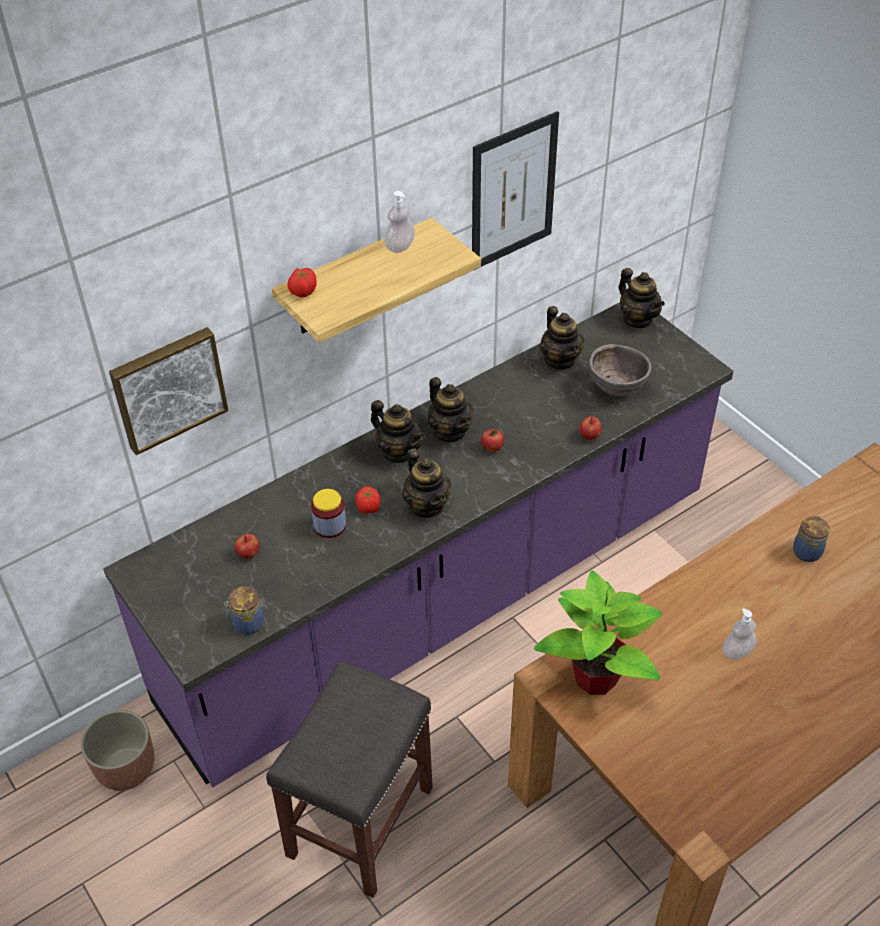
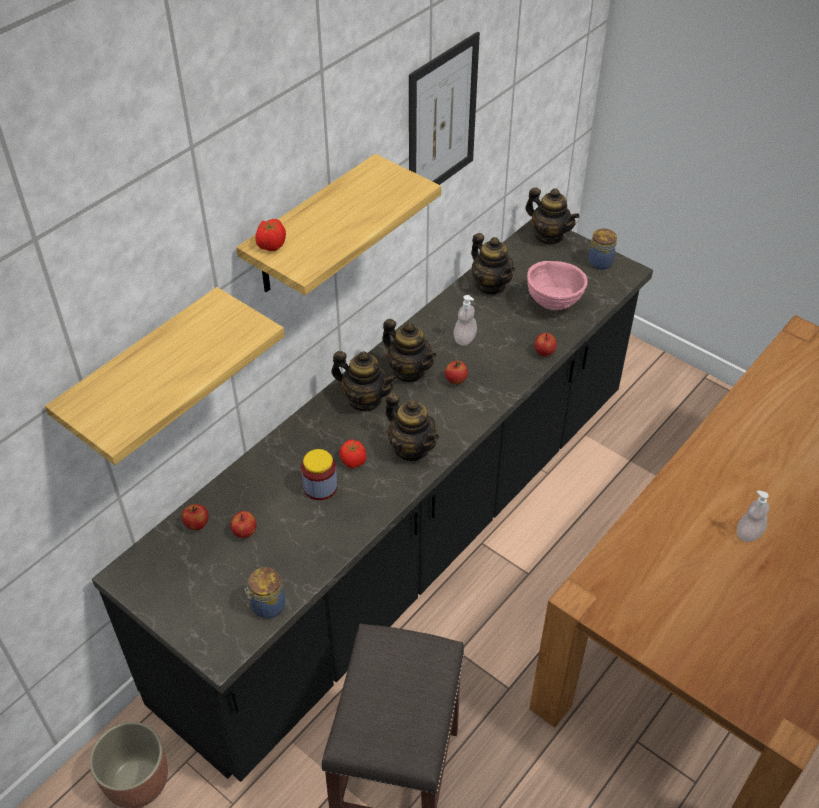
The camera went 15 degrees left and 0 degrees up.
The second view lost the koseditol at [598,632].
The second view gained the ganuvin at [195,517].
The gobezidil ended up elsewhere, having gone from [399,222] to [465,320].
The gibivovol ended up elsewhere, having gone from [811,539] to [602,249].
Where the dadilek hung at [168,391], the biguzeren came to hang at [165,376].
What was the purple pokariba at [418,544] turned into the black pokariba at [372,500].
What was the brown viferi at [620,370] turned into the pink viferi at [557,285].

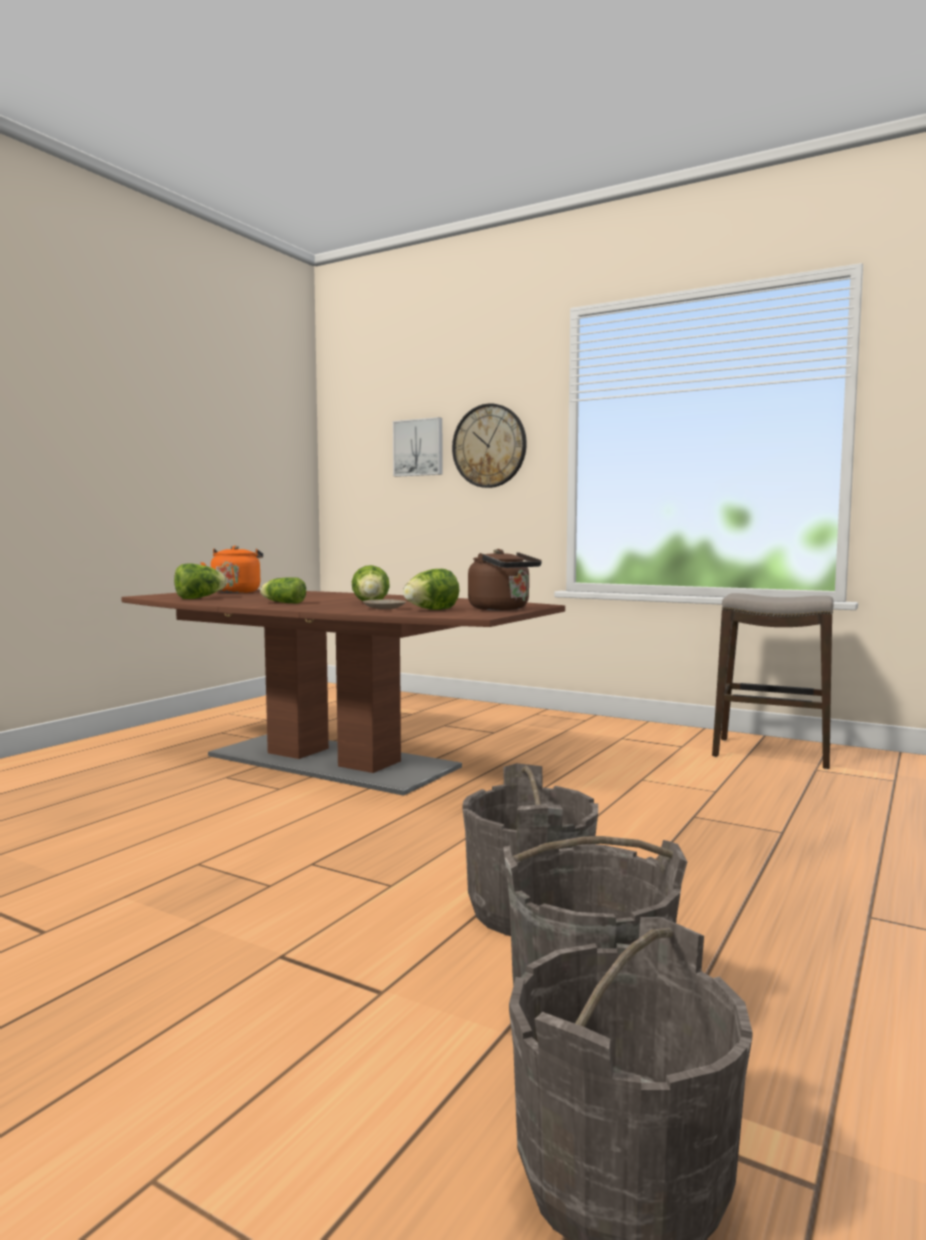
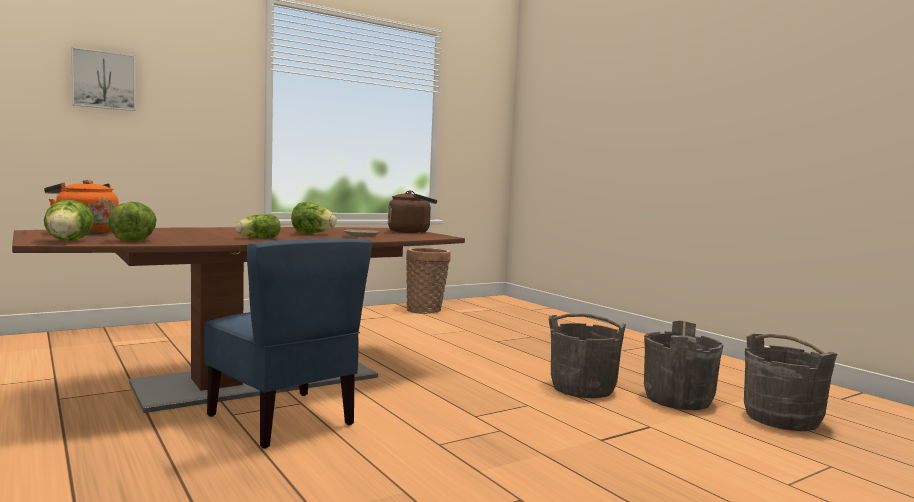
The camera went 65 degrees left and 0 degrees up.
The second view lost the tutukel at [489,445].
The second view gained the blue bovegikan at [288,343].
The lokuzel ended up elsewhere, having gone from [431,589] to [69,220].
Where the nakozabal stood at [773,681], the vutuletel came to stand at [428,281].

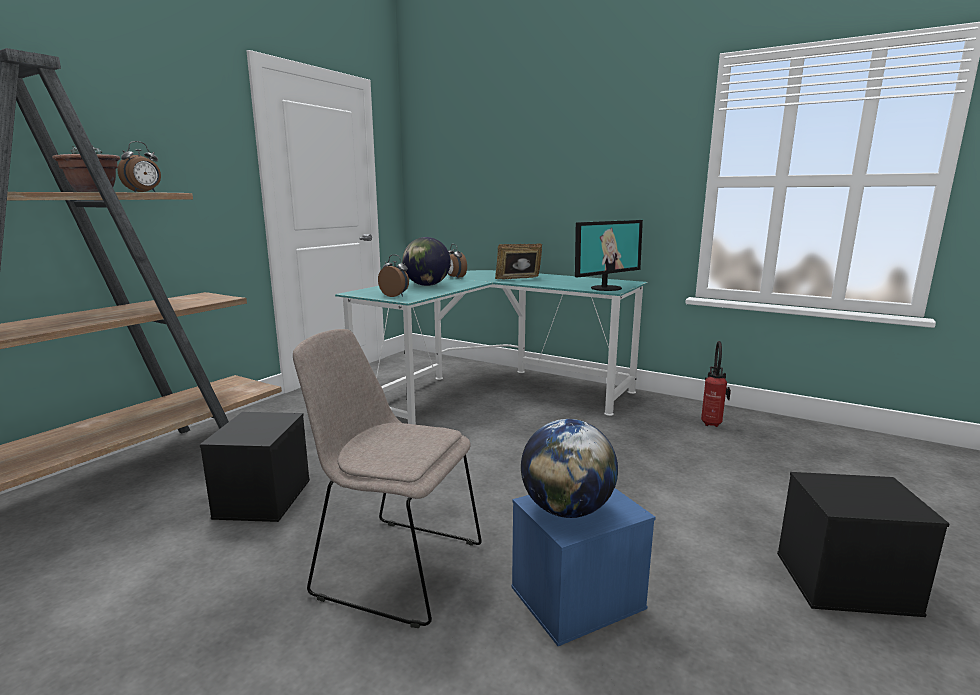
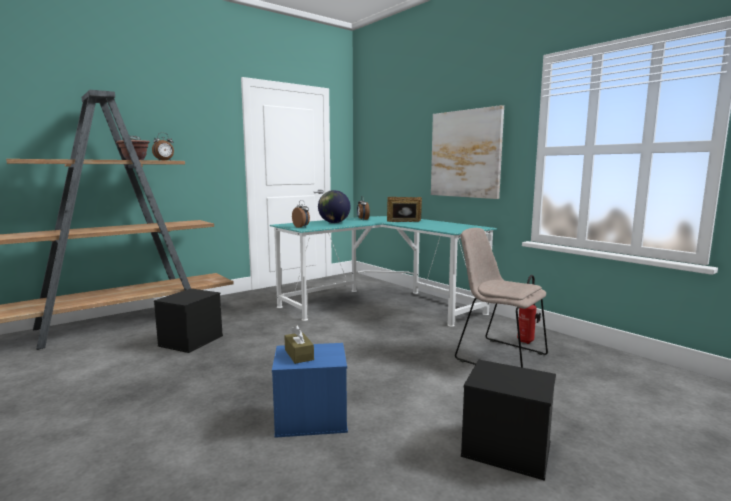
The camera went 20 degrees right and 5 degrees down.
The second view lost the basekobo at [609,255].
The second view gained the dadilek at [467,152].
The beige bovegikan ended up elsewhere, having gone from [387,478] to [501,298].
Where the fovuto stood at [569,468], the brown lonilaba came to stand at [299,344].

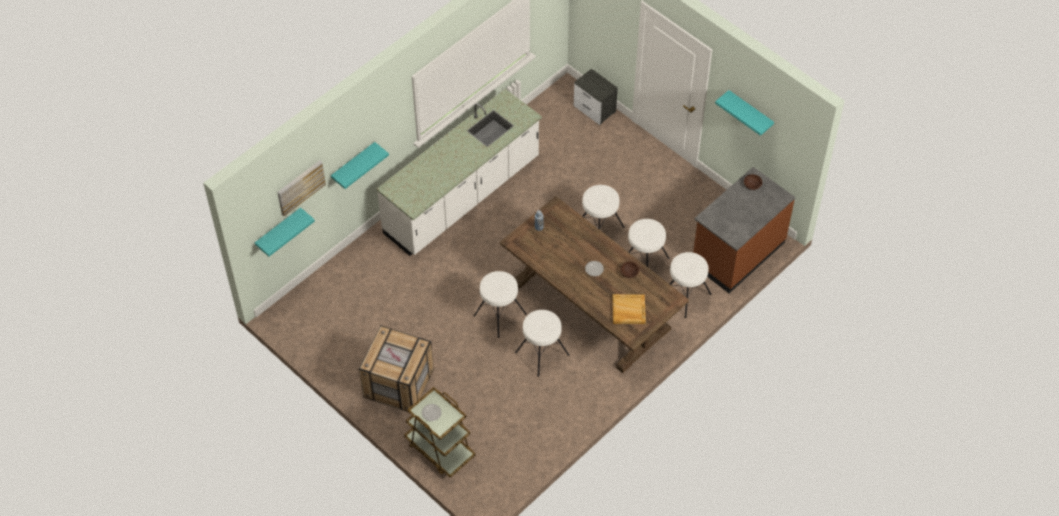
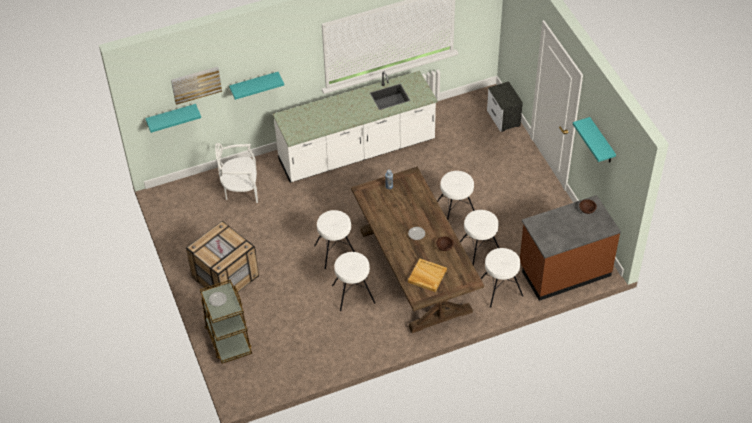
The camera went 25 degrees right and 5 degrees down.
The second view gained the white bovegikan at [236,173].

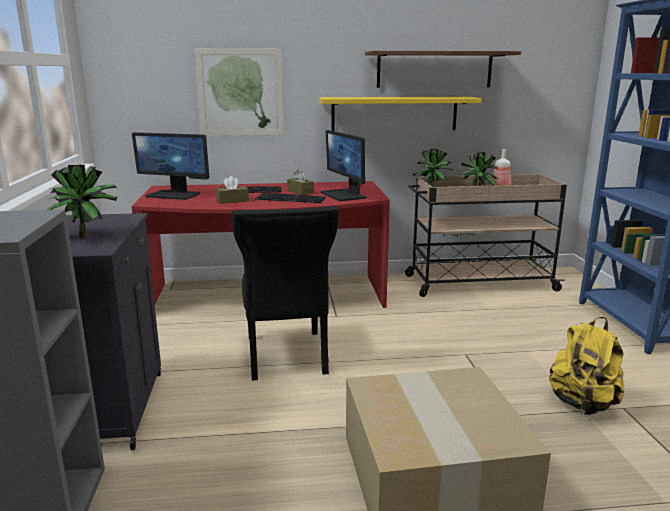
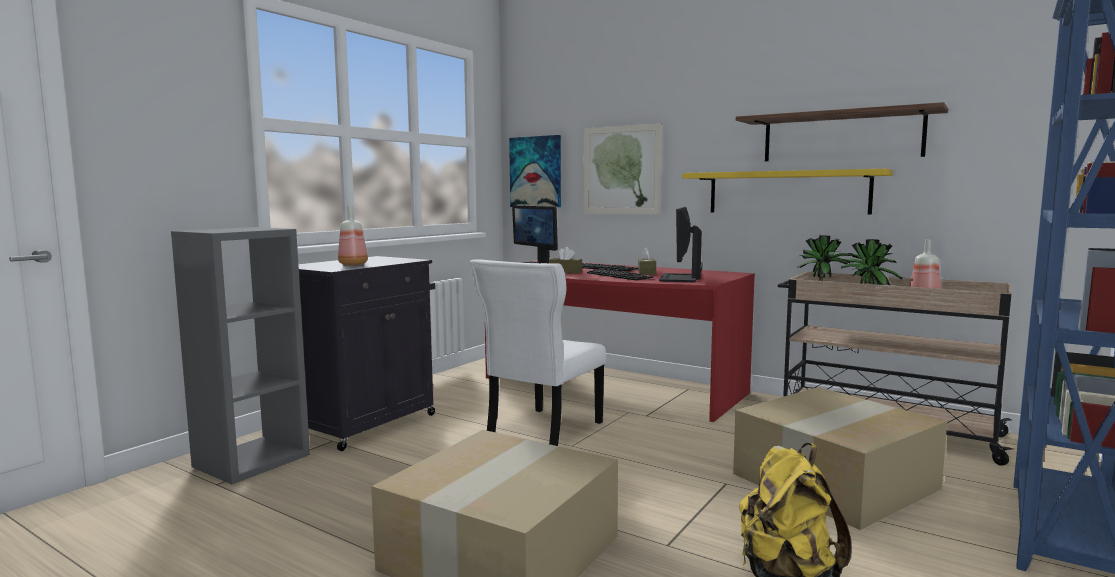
The camera went 40 degrees right and 10 degrees down.
The second view gained the dadilek at [535,171].
The second view gained the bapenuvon at [840,458].
Where the koseditol stood at [82,201], the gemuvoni came to stand at [353,235].
What was the black bovegikan at [285,293] turned into the white bovegikan at [538,353].

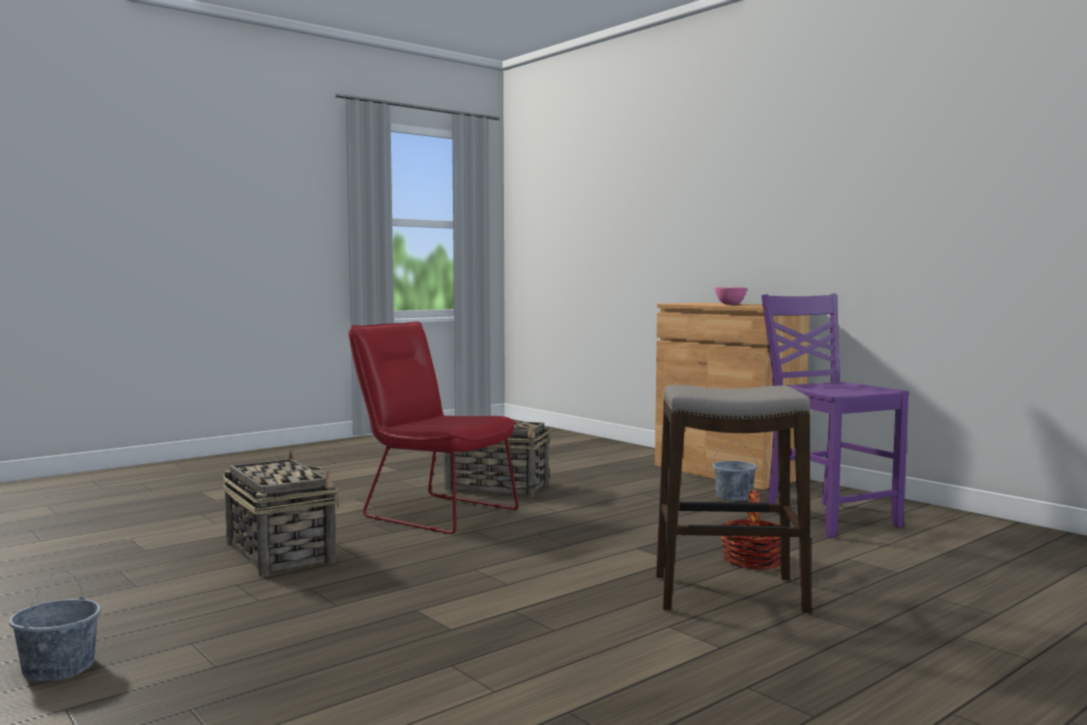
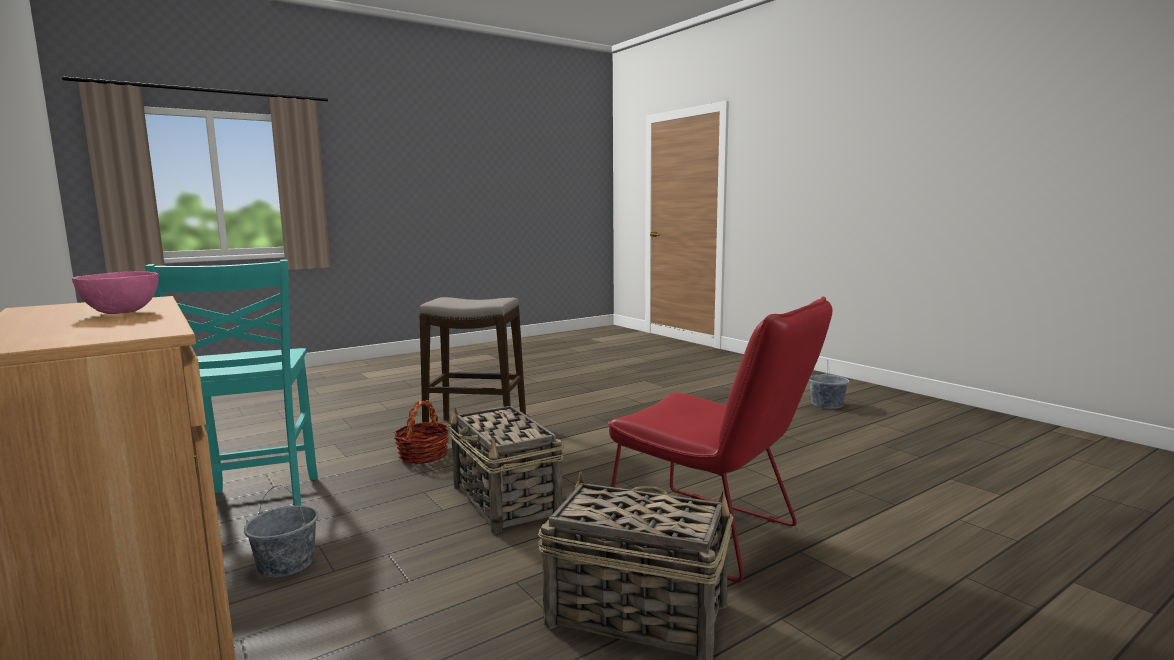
The camera went 175 degrees left and 5 degrees up.
The vutuletel ended up elsewhere, having gone from [281,513] to [505,470].
What was the purple bovegikan at [835,416] turned into the turquoise bovegikan at [231,383].

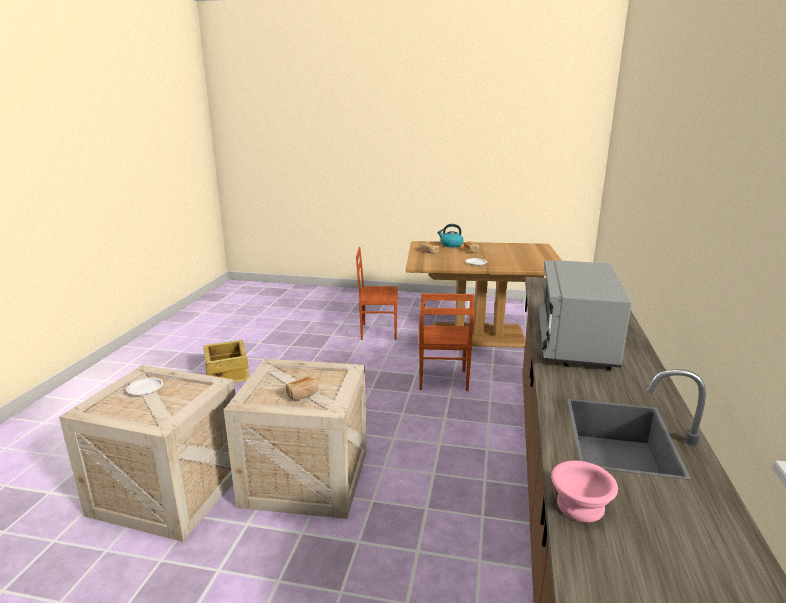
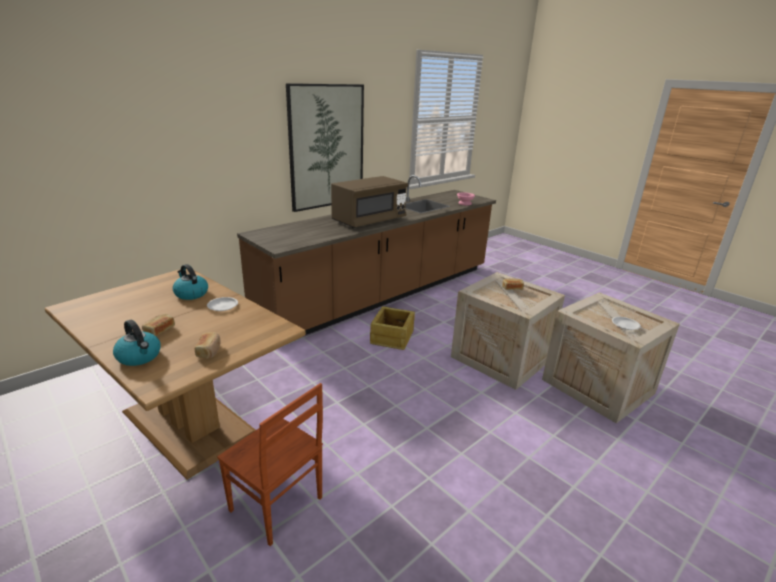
The camera went 145 degrees left and 5 degrees up.
The second view lost the brown bovegikan at [446,342].
The second view gained the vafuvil at [190,282].
The second view gained the dadilek at [325,147].
The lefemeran ended up elsewhere, having gone from [226,361] to [392,328].
What was the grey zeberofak at [585,315] turned into the brown zeberofak at [369,202].

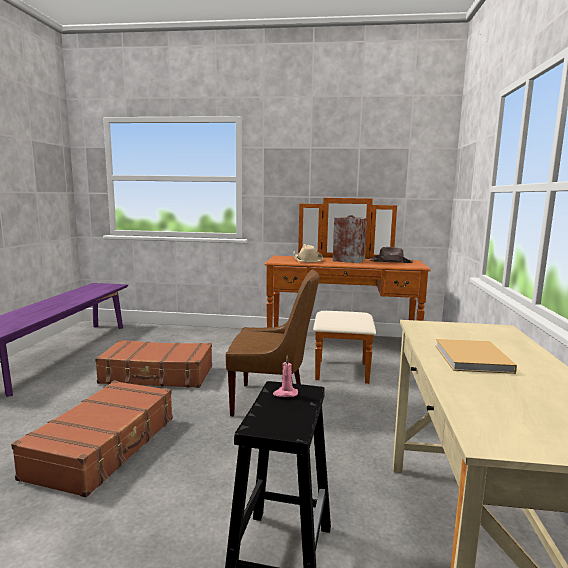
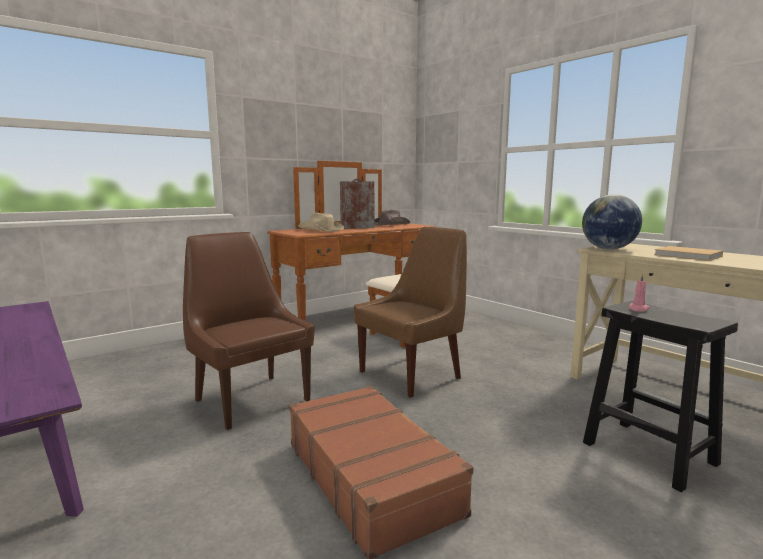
The camera went 45 degrees left and 0 degrees up.
The second view gained the fovuto at [612,222].
Where the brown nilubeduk stood at [153,364], the brown bovegikan came to stand at [248,331].

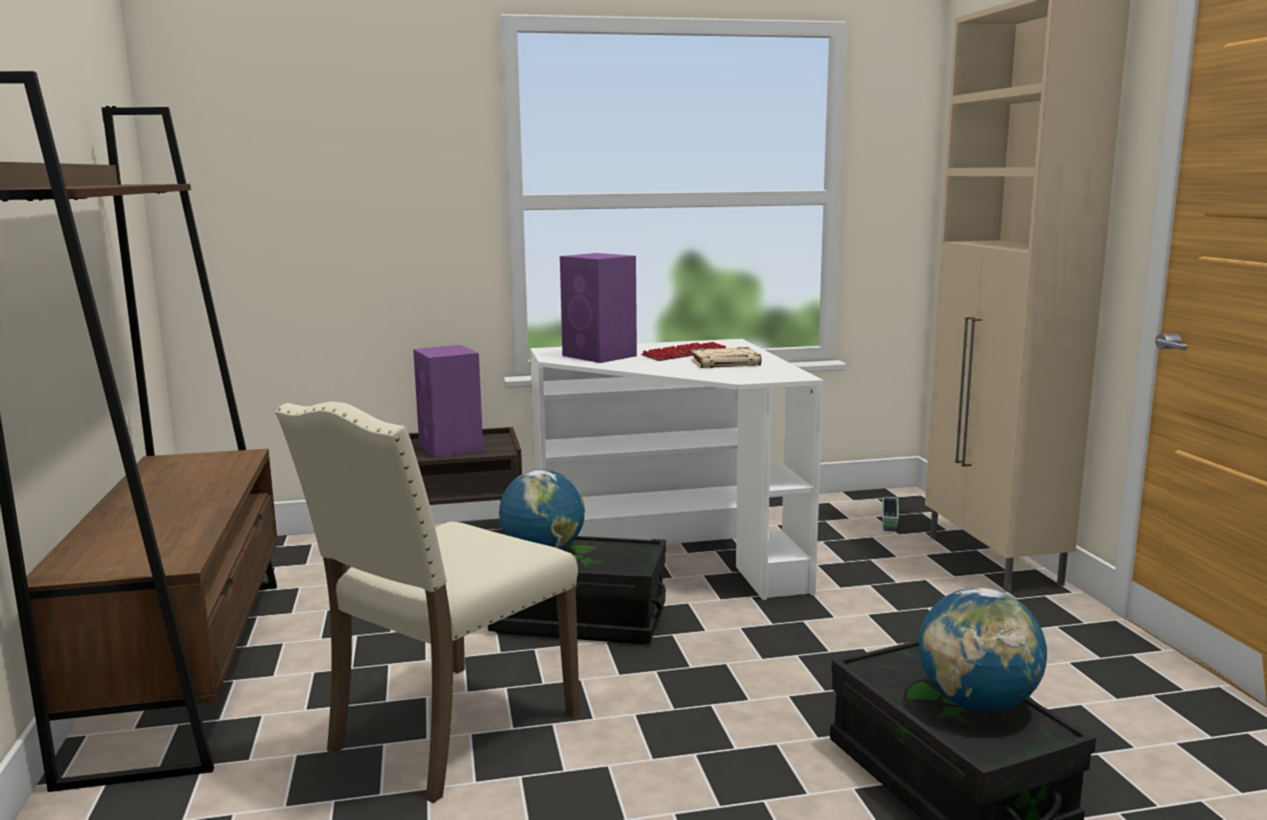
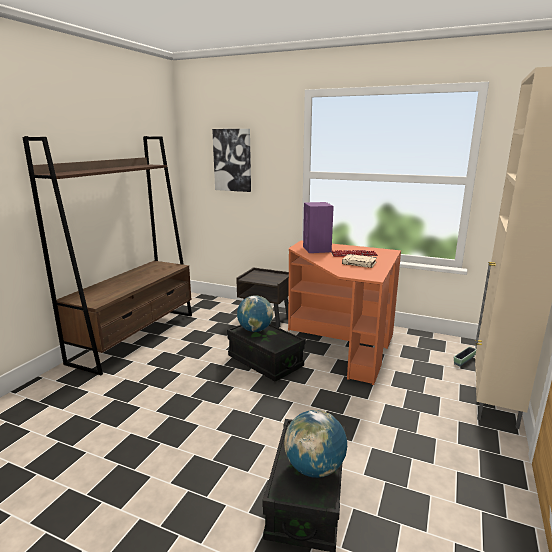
The camera went 35 degrees right and 5 degrees up.
The second view lost the beige bovegikan at [427,602].
The second view lost the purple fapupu at [448,401].
The second view gained the dadilek at [231,160].
What was the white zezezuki at [676,469] turned into the orange zezezuki at [344,312].

